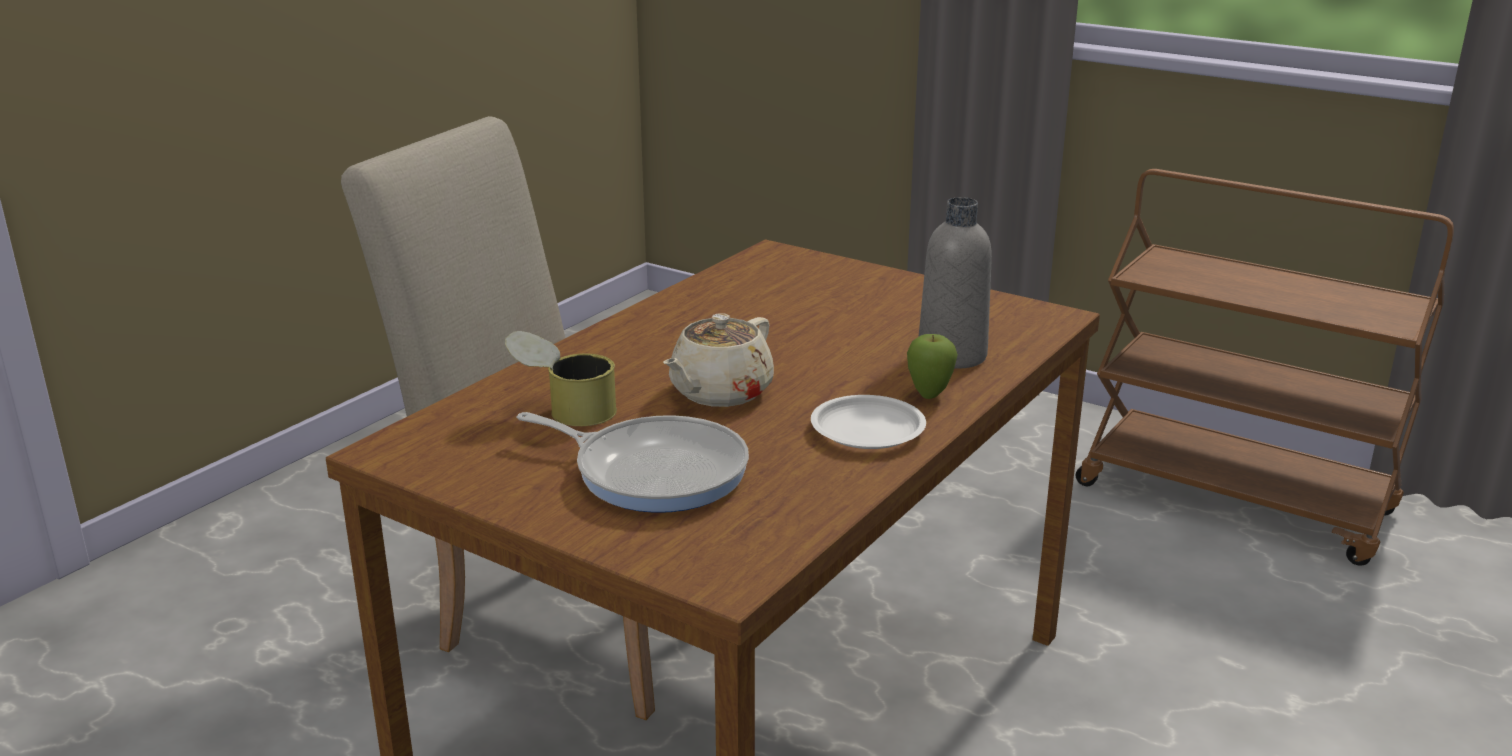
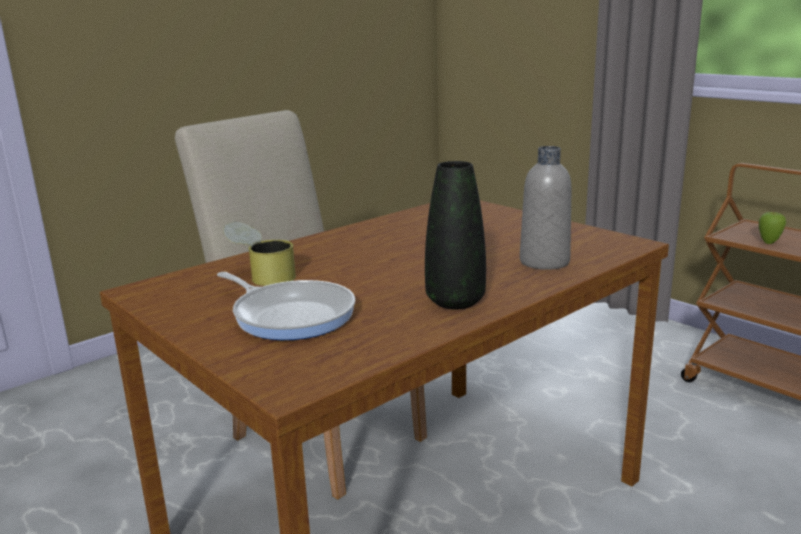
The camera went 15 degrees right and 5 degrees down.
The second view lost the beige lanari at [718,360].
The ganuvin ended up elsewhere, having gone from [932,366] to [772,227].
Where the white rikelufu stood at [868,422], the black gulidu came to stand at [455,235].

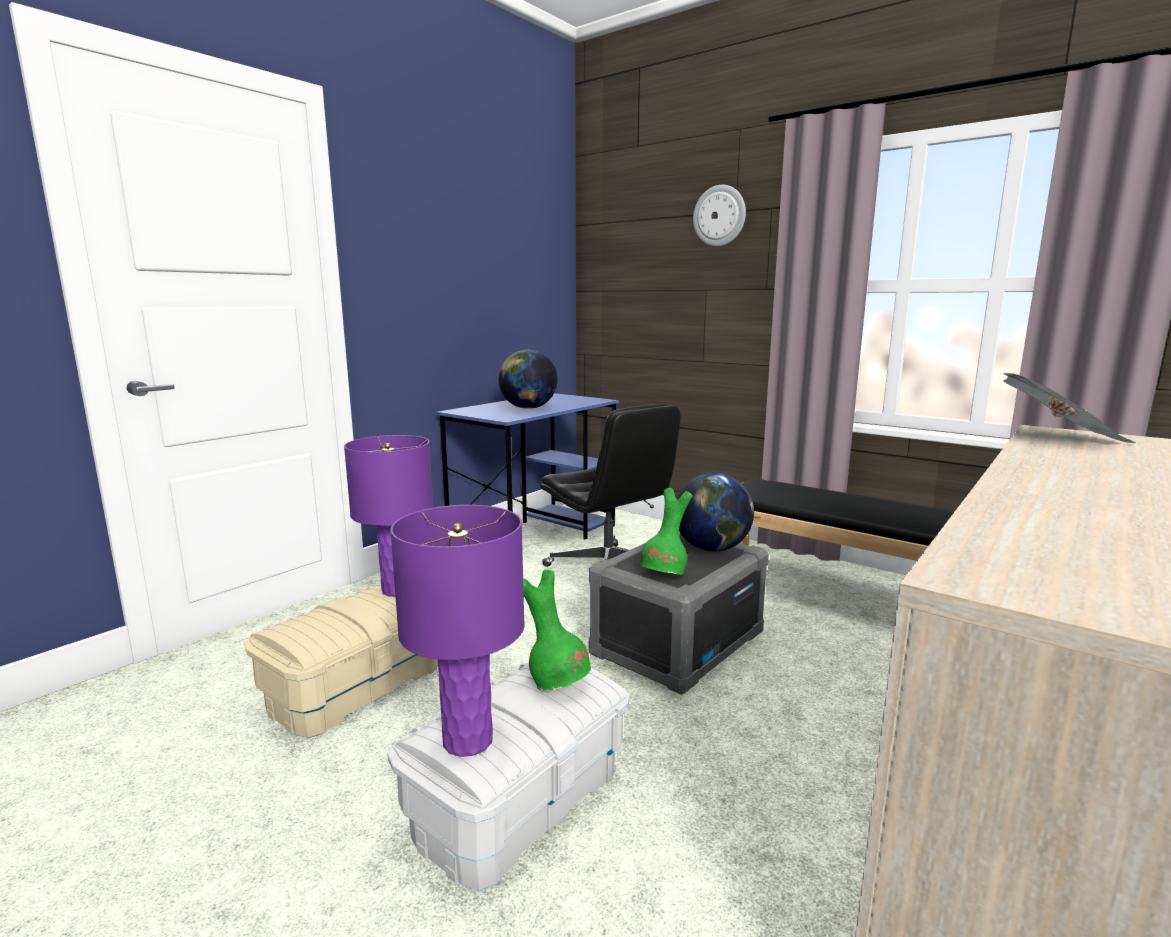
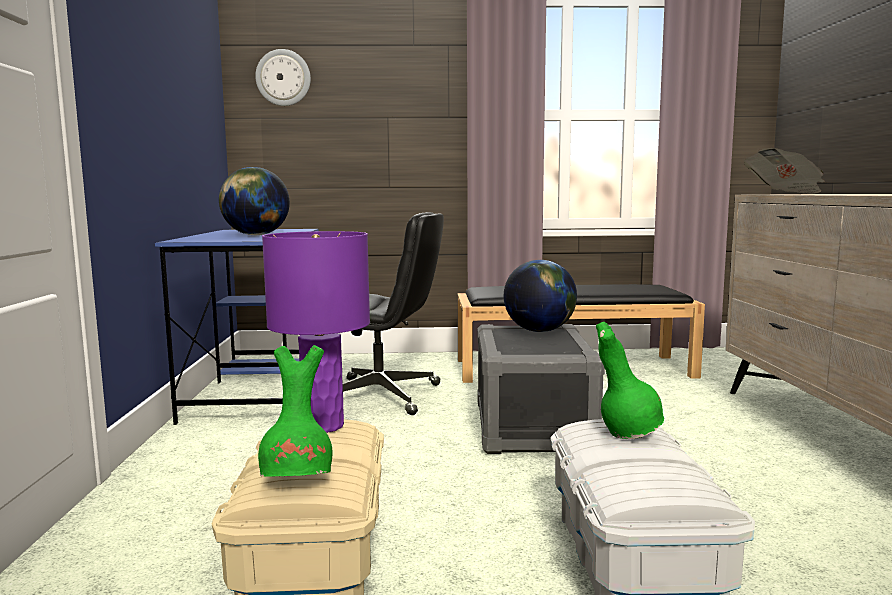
The camera went 40 degrees left and 5 degrees down.
The second view lost the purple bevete at [457,631].
The green gulidu ended up elsewhere, having gone from [667,531] to [295,411].
The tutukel ended up elsewhere, having gone from [719,215] to [283,77].

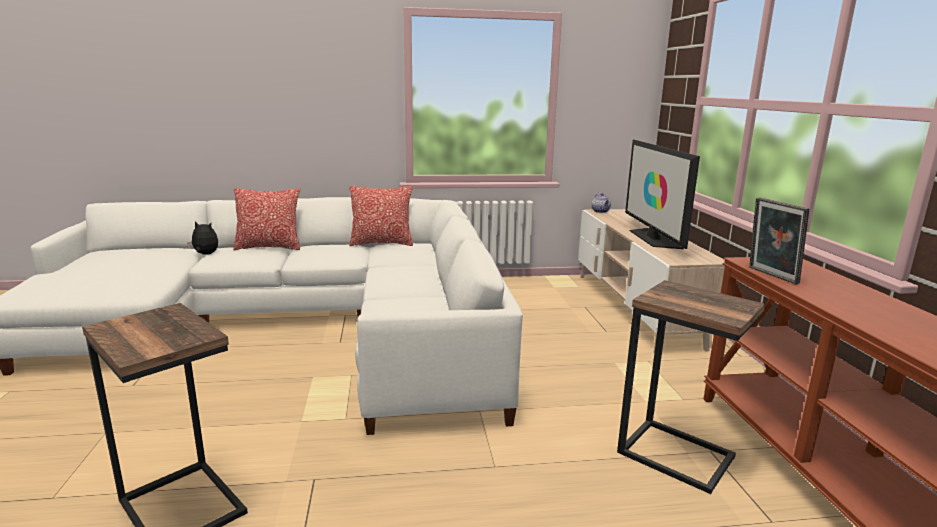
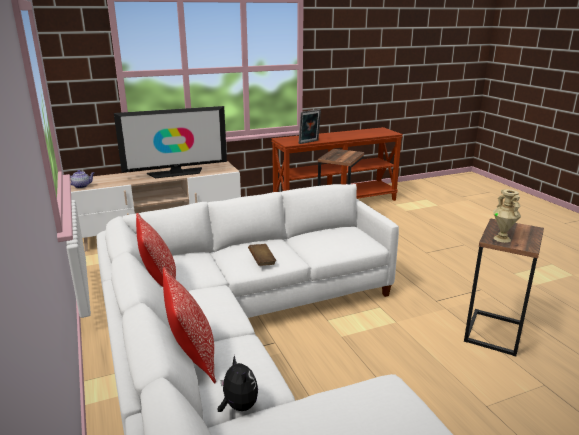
The camera went 105 degrees left and 5 degrees up.
The second view gained the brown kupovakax at [262,255].
The second view gained the beige gulidu at [507,216].
The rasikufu at [202,238] ended up facing another way, 150 degrees clockwise from before.

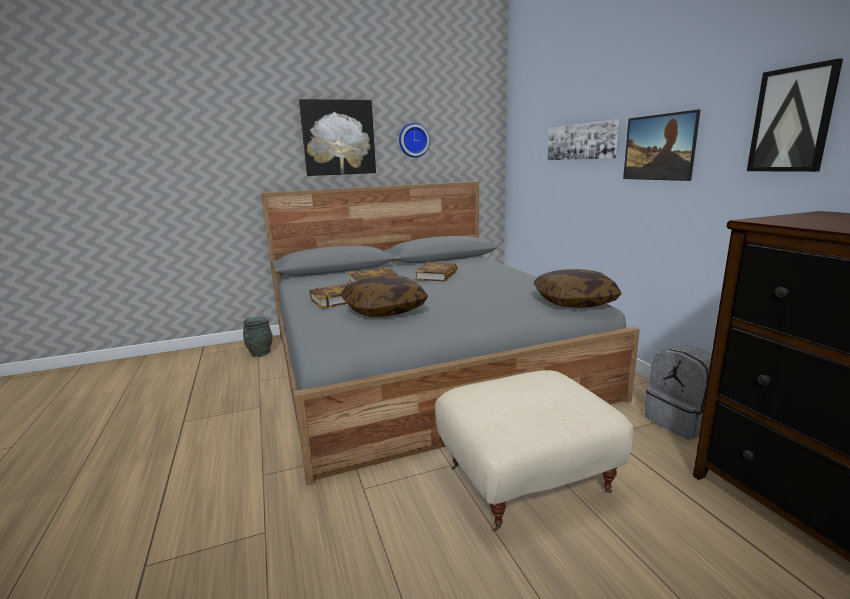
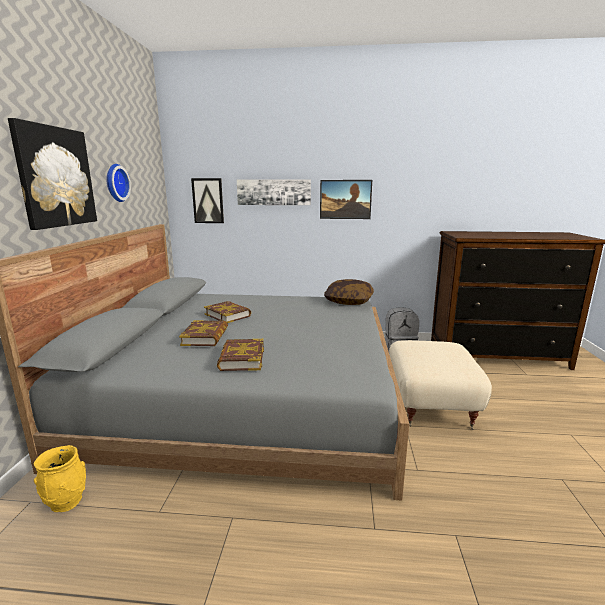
The camera went 65 degrees left and 0 degrees up.
The second view lost the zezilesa at [384,296].
The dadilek ended up elsewhere, having gone from [795,115] to [207,200].
What was the grey gulidu at [258,337] turned into the yellow gulidu at [60,478].

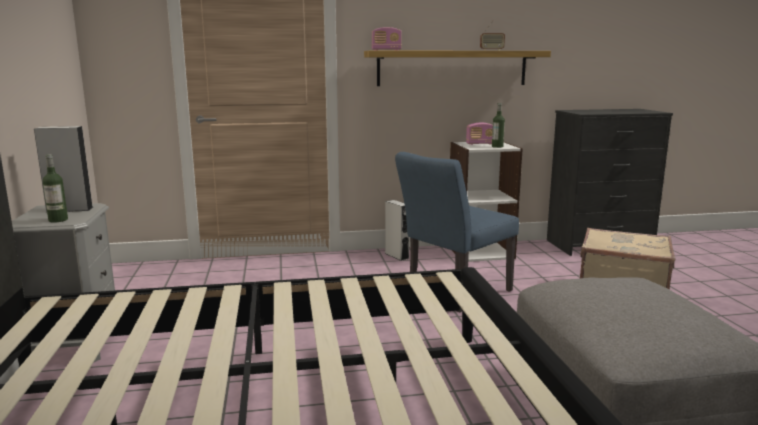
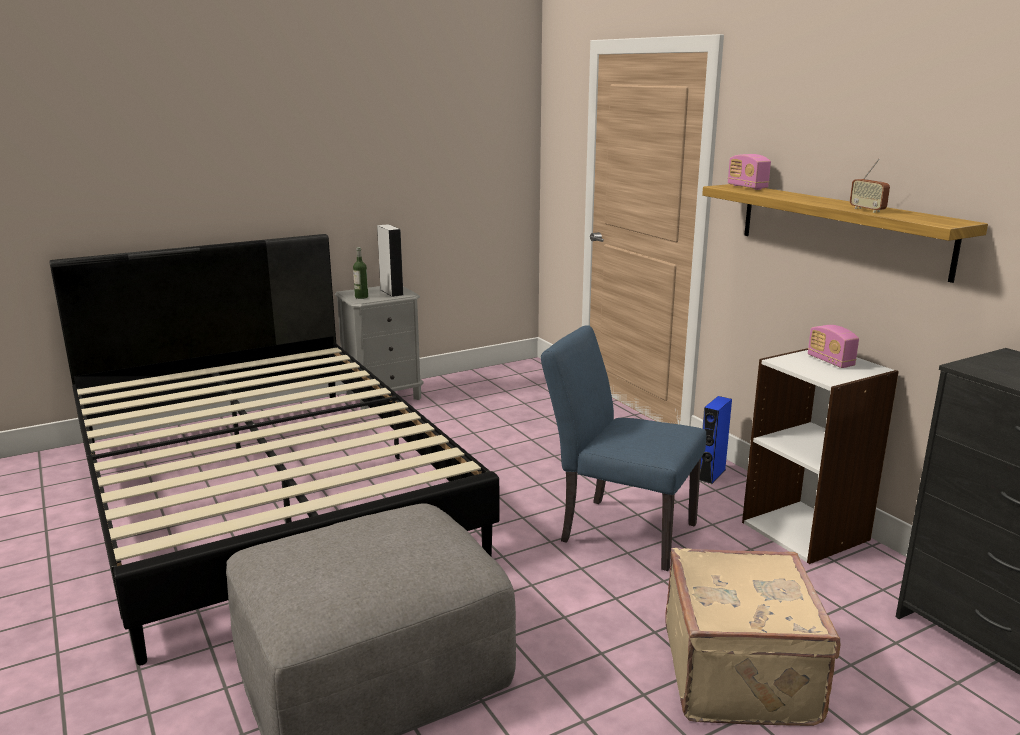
The camera went 70 degrees right and 5 degrees up.
The second view lost the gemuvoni at [498,125].
What was the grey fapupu at [397,230] turned into the blue fapupu at [716,440].

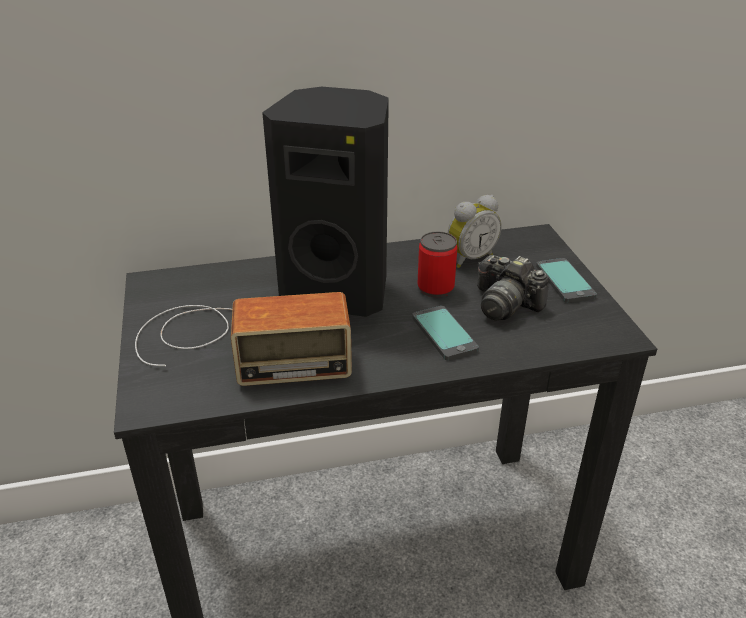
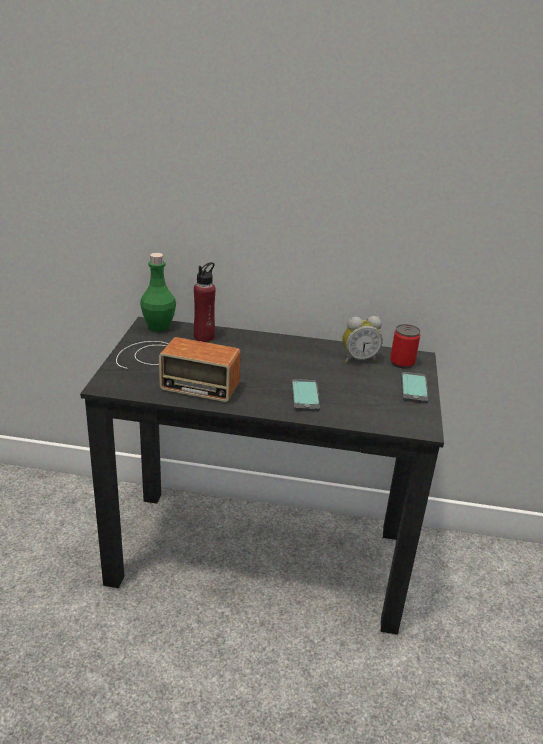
The camera went 20 degrees right and 5 degrees down.
The second view lost the black fapupu at [325,202].
The second view lost the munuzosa at [513,288].
The second view gained the green gemuvoni at [158,292].
The second view gained the red gemuvoni at [205,302].
The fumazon ended up elsewhere, having gone from [437,264] to [405,346].

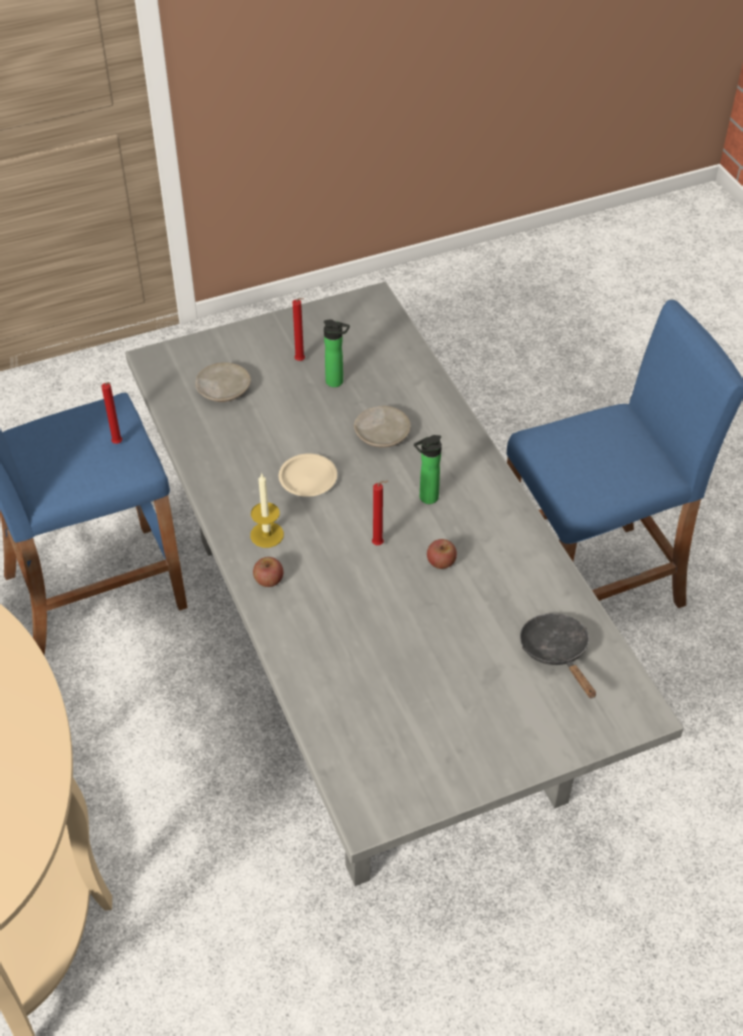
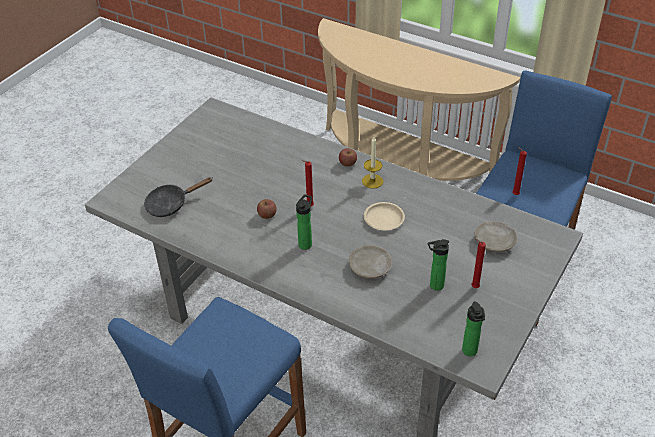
The camera went 145 degrees right and 5 degrees down.
The second view gained the gemuvoni at [473,328].
The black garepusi at [558,655] ended up facing another way, 120 degrees clockwise from before.

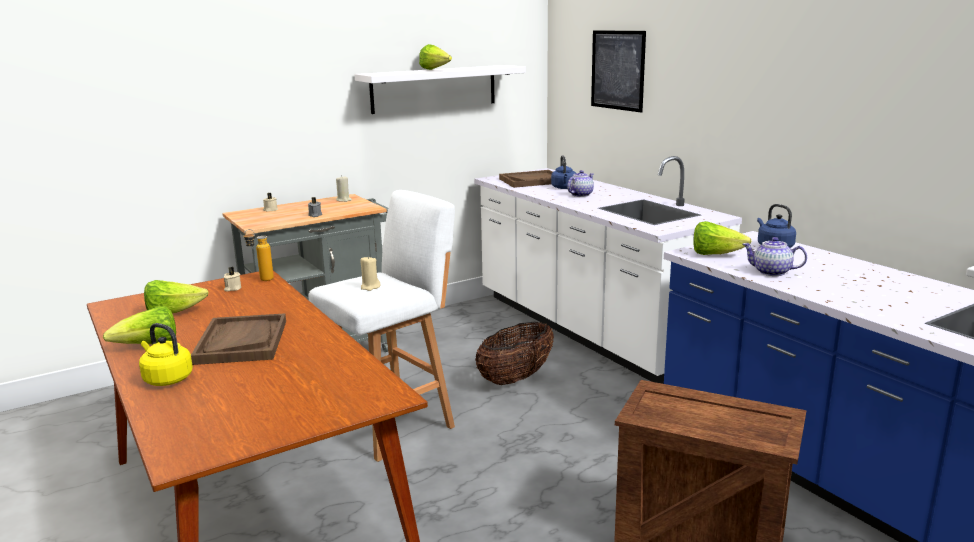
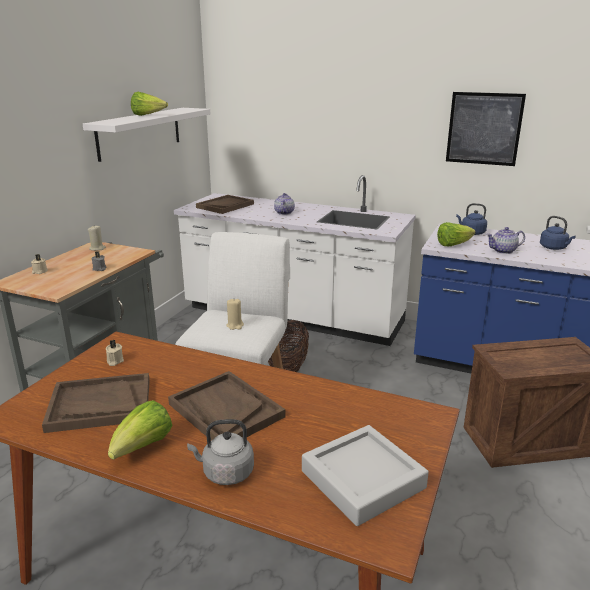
The camera went 35 degrees left and 5 degrees up.
The second view lost the gemuvoni at [258,255].
The second view gained the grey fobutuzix at [365,475].
The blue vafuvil ended up elsewhere, having gone from [563,172] to [558,233].
The dadilek ended up elsewhere, having gone from [618,71] to [486,129].
Where the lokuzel stood at [176,296], the brown fobutuzix came to stand at [96,403].
What was the yellow vafuvil at [166,354] turned into the grey vafuvil at [220,452].

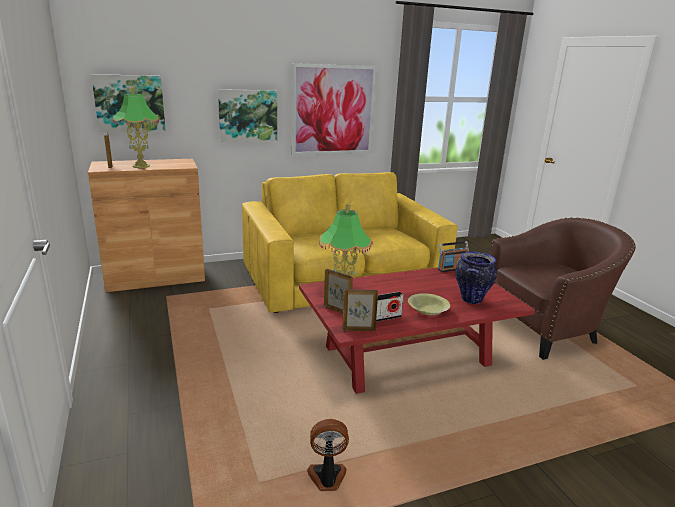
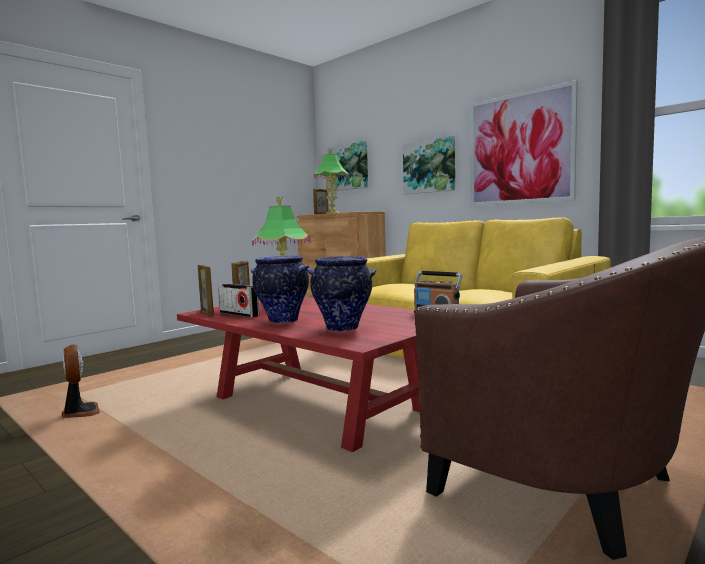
The camera went 65 degrees right and 15 degrees down.
Where the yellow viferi stood at [429,304], the gulidu came to stand at [280,289].

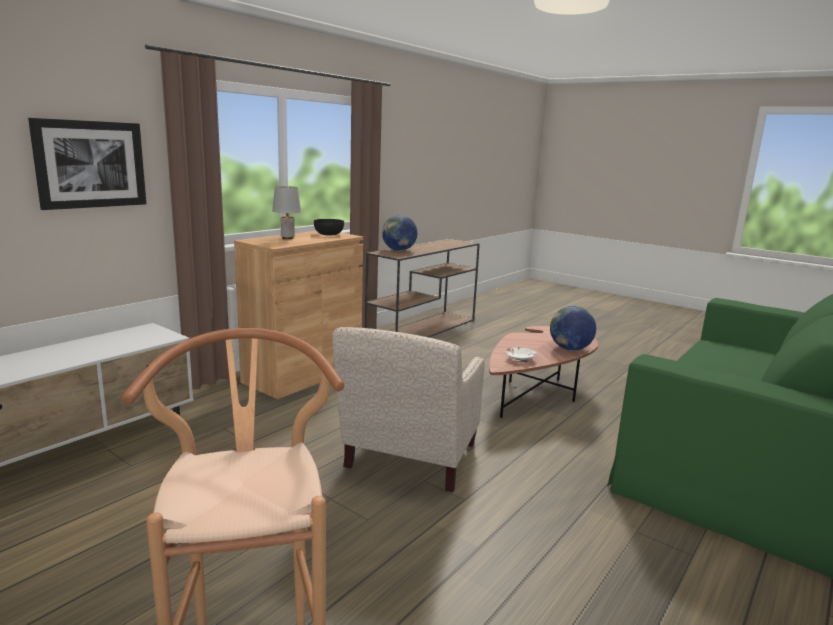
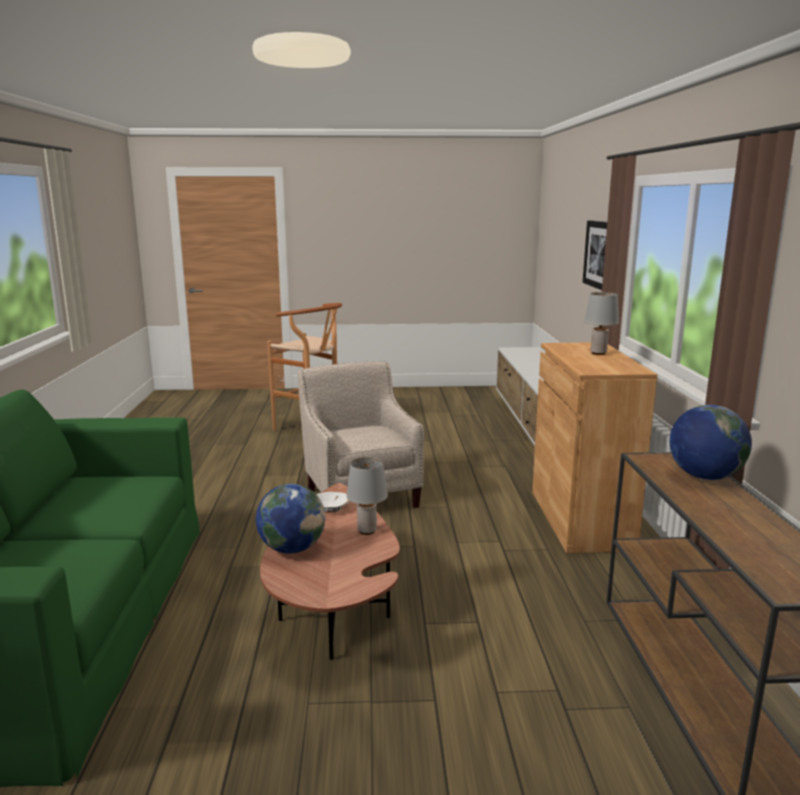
The camera went 140 degrees right and 0 degrees up.
The second view lost the black viferi at [329,227].
The second view gained the grey bevete at [367,496].

